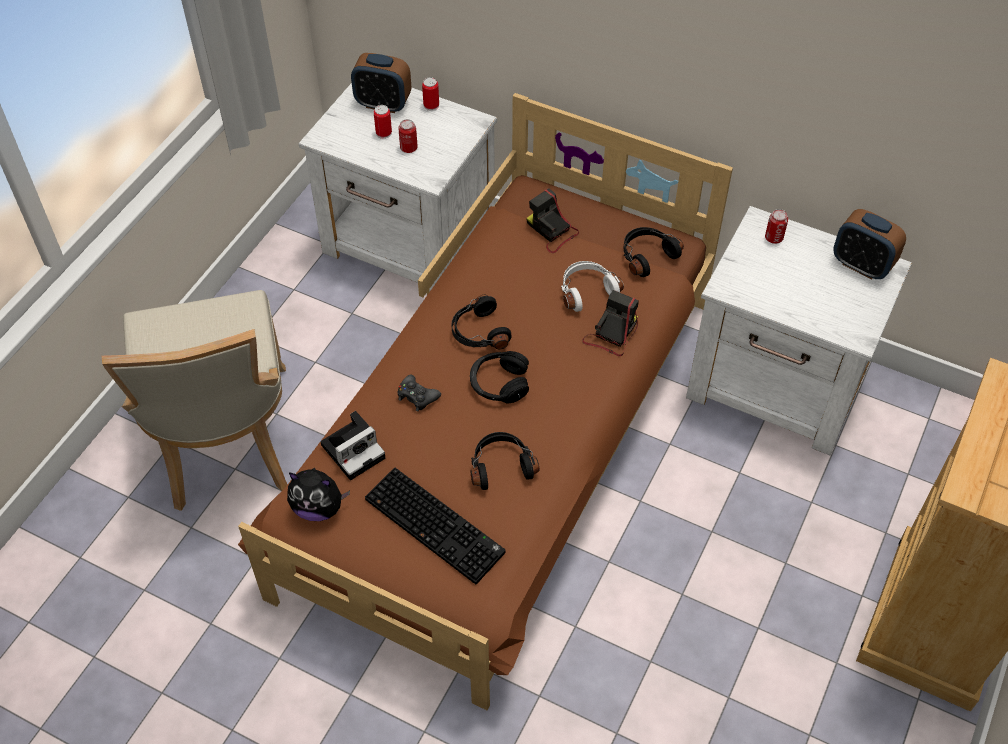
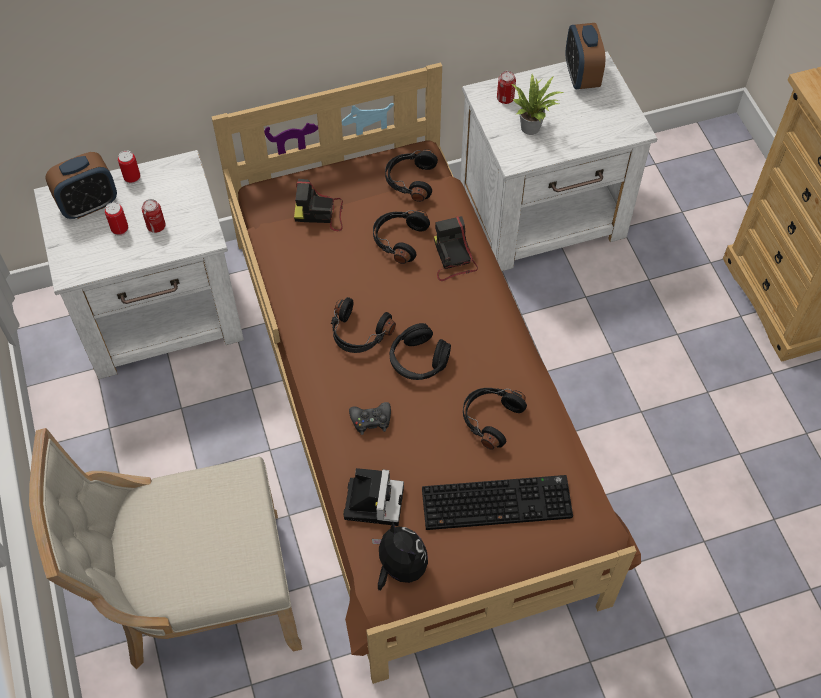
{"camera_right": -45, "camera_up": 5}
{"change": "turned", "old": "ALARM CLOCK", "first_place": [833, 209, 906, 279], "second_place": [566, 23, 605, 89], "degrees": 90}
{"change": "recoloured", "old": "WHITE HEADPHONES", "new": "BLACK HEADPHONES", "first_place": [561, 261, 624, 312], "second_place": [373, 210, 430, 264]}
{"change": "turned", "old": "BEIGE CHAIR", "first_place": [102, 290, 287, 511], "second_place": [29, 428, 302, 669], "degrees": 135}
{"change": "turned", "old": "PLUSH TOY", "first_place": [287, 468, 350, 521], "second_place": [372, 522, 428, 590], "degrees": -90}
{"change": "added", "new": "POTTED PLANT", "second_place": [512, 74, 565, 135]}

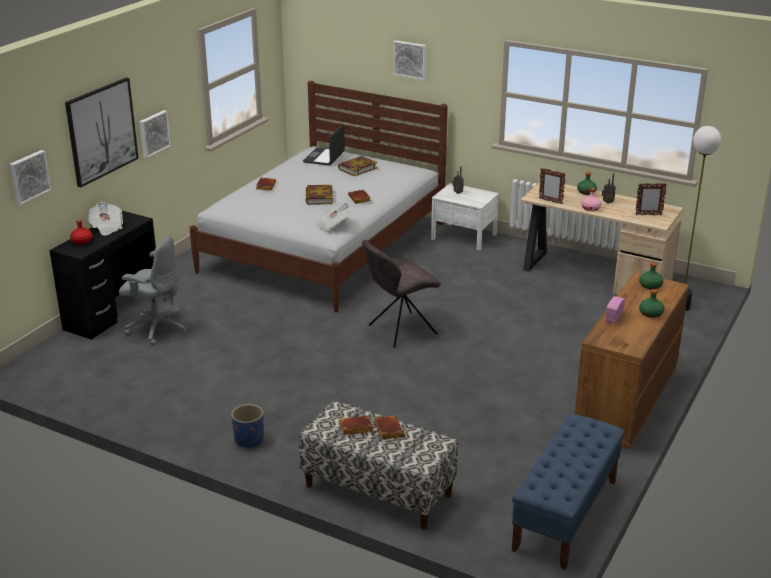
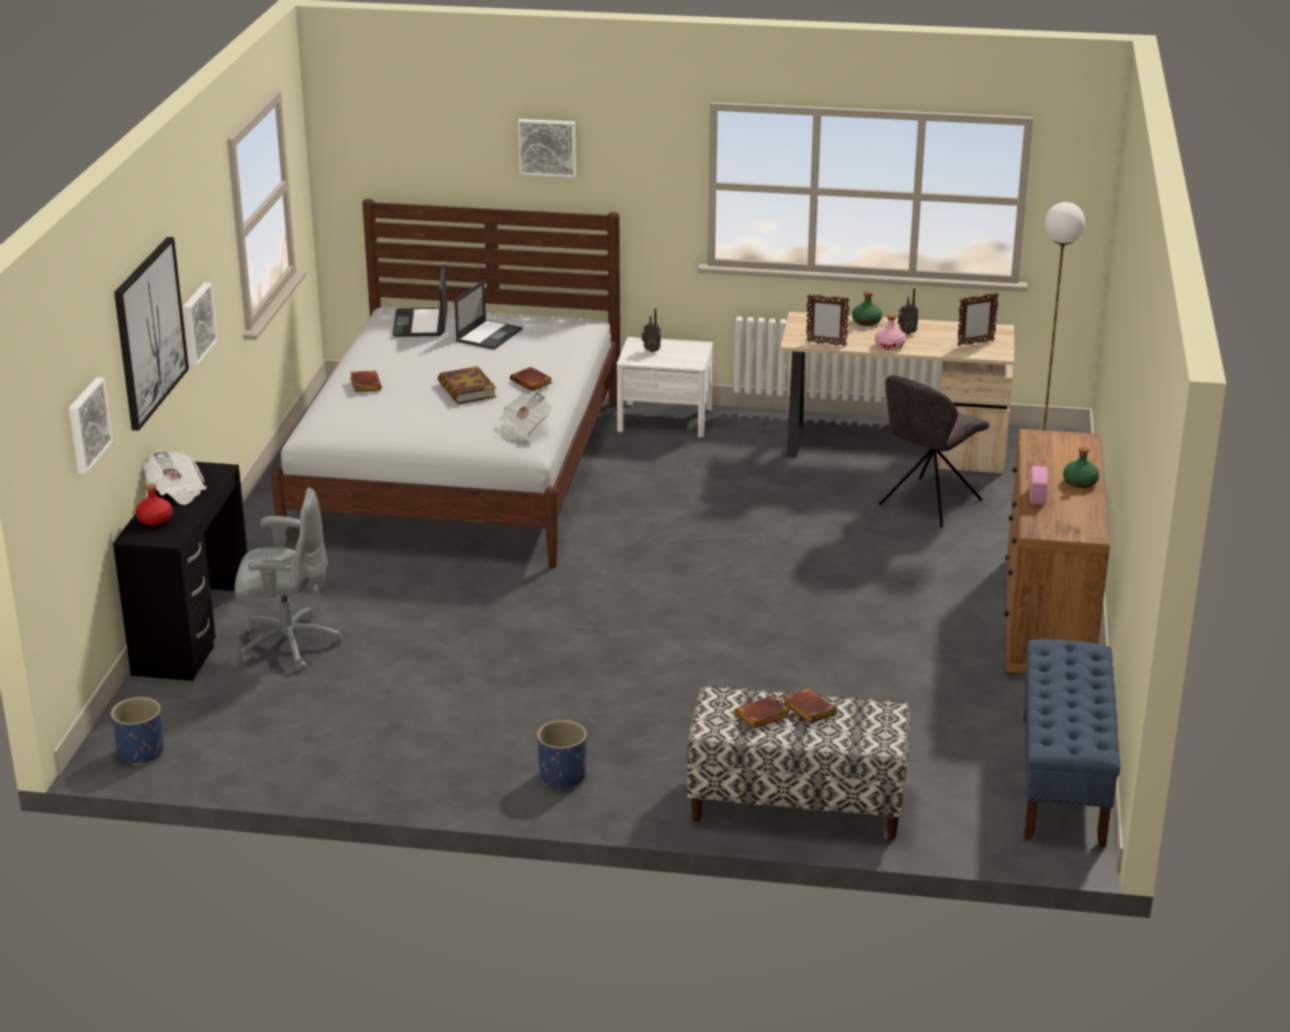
{"camera_right": -20, "camera_up": 0}
{"change": "replaced", "old": "BOOK", "new": "LAPTOP", "first_place": [338, 156, 377, 176], "second_place": [454, 280, 522, 350]}
{"change": "moved", "old": "GREY CHAIR", "first_place": [362, 240, 441, 348], "second_place": [879, 375, 989, 527]}
{"change": "removed", "old": "GREEN BOTTLE", "first_place": [639, 262, 663, 290]}
{"change": "added", "new": "BLUE PLANTER", "second_place": [111, 697, 164, 765]}

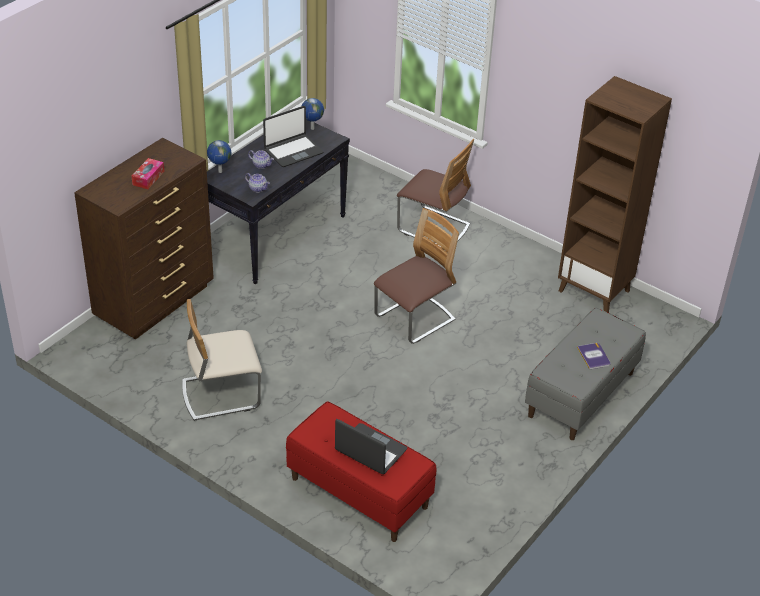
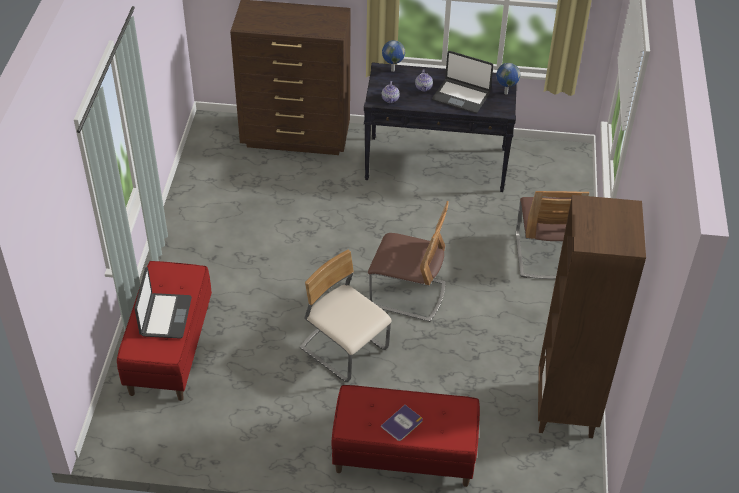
{"camera_right": 60, "camera_up": 5}
{"change": "removed", "old": "TISSUE BOX", "first_place": [132, 158, 165, 189]}
{"change": "moved", "old": "BEIGE CHAIR", "first_place": [182, 299, 262, 421], "second_place": [300, 250, 392, 382]}
{"change": "recoloured", "old": "GREY BENCH", "new": "RED BENCH", "first_place": [525, 308, 646, 440], "second_place": [331, 385, 480, 487]}

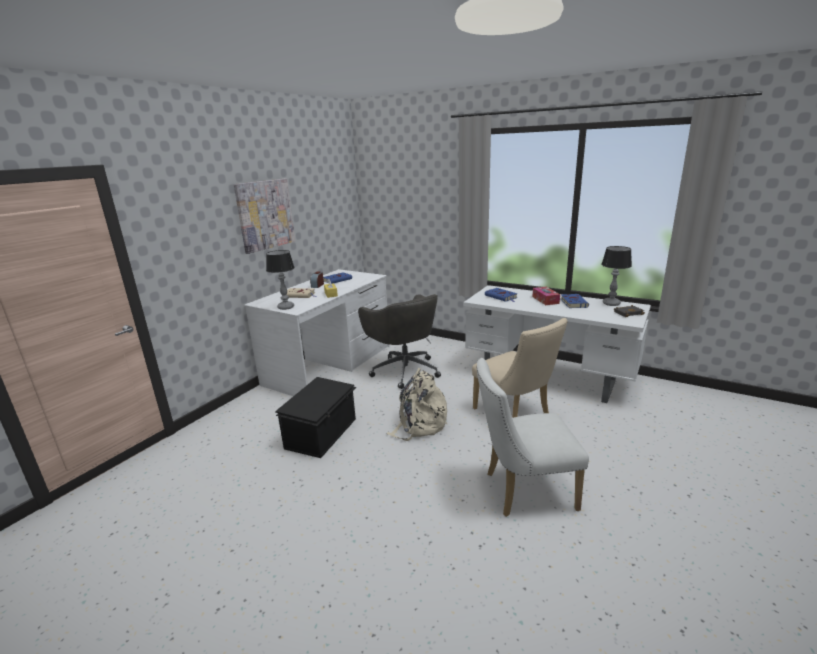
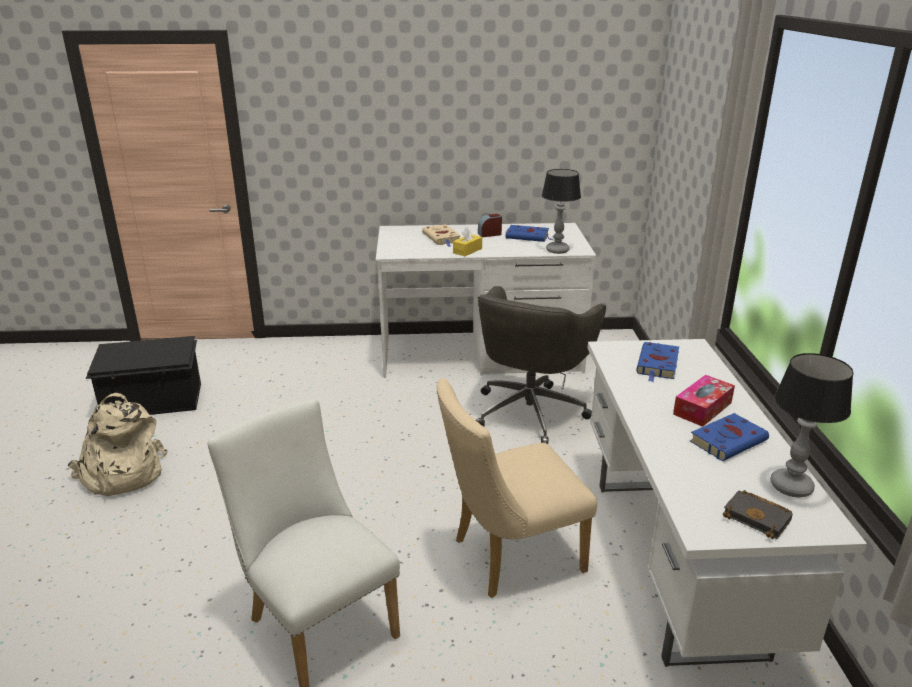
{"camera_right": 55, "camera_up": 5}
{"change": "removed", "old": "PICTURE", "first_place": [234, 179, 295, 254]}
{"change": "moved", "old": "TABLE LAMP", "first_place": [266, 250, 295, 310], "second_place": [542, 169, 581, 254]}
{"change": "turned", "old": "BEIGE CHAIR", "first_place": [472, 318, 568, 418], "second_place": [437, 378, 597, 598], "degrees": 45}
{"change": "moved", "old": "BEIGE BACKPACK", "first_place": [387, 368, 447, 441], "second_place": [68, 393, 167, 496]}
{"change": "moved", "old": "BLACK STORAGE BOX", "first_place": [275, 377, 356, 458], "second_place": [86, 336, 201, 415]}

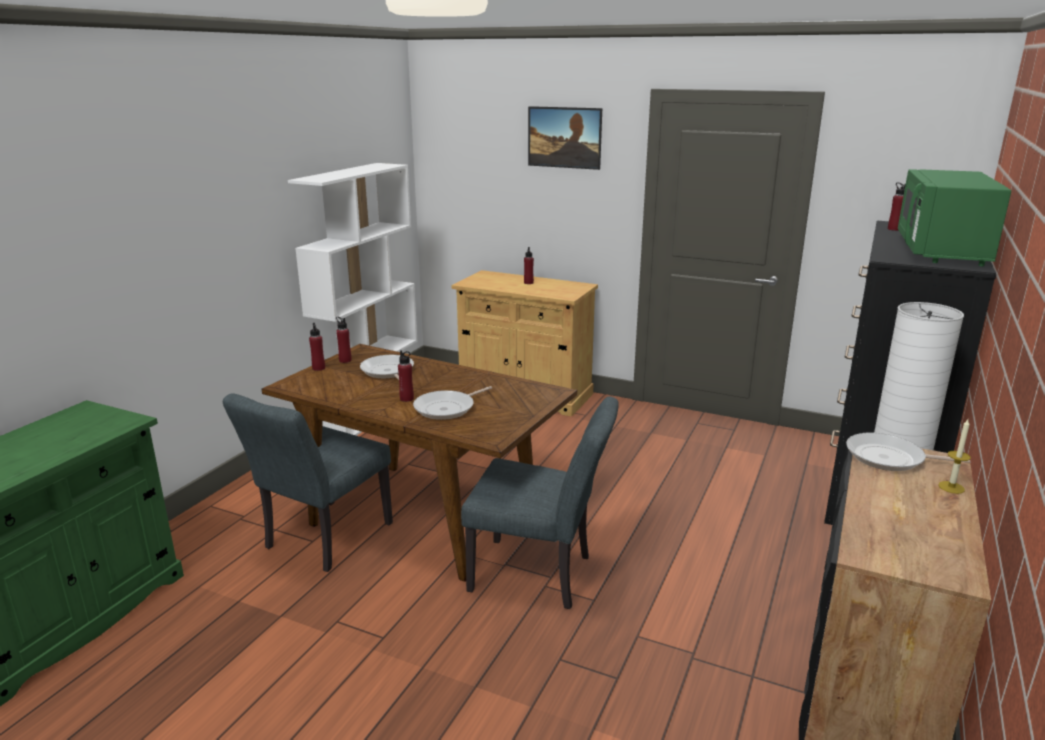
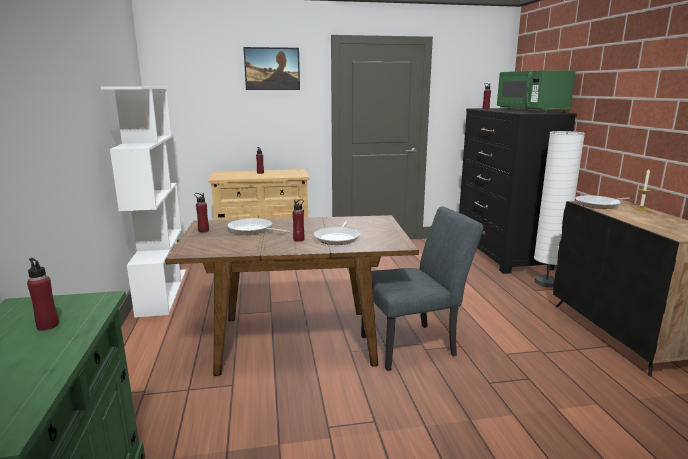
{"camera_right": -35, "camera_up": -5}
{"change": "moved", "old": "RED BOTTLE", "first_place": [309, 323, 325, 371], "second_place": [27, 258, 59, 331]}
{"change": "removed", "old": "GREY CHAIR", "first_place": [223, 393, 393, 572]}

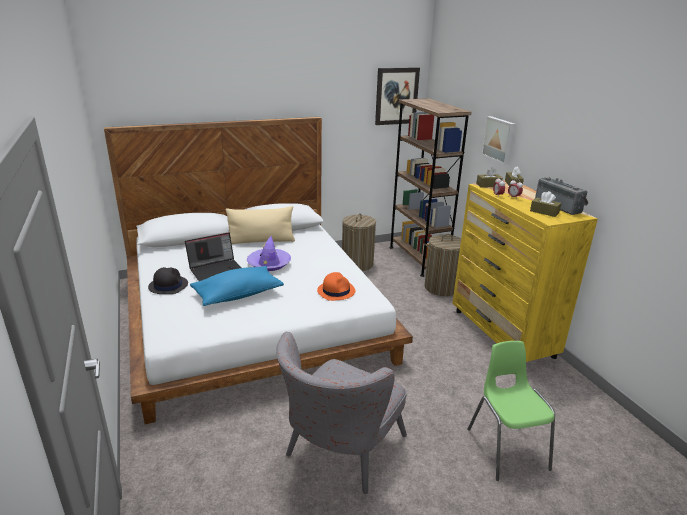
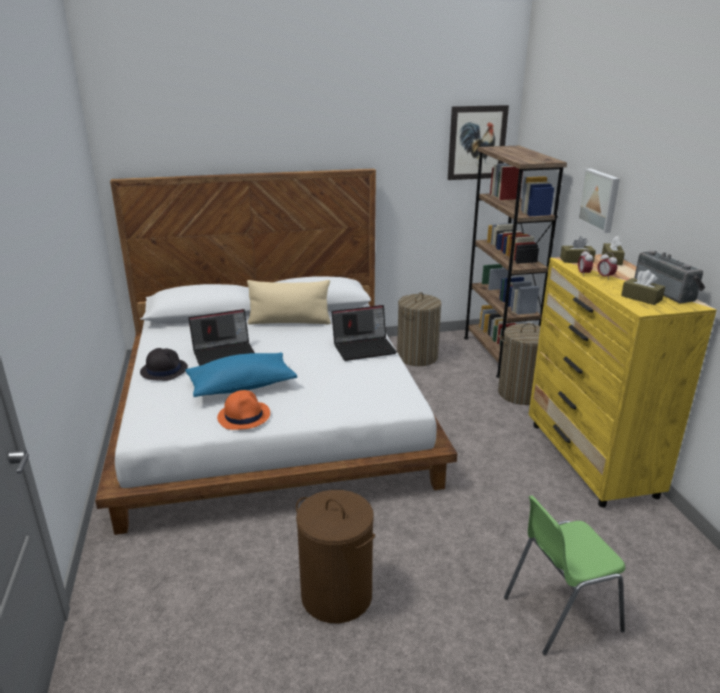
{"camera_right": 10, "camera_up": 0}
{"change": "removed", "old": "PURPLE HAT", "first_place": [247, 236, 291, 271]}
{"change": "moved", "old": "ORANGE HAT", "first_place": [317, 272, 355, 301], "second_place": [217, 390, 270, 430]}
{"change": "replaced", "old": "GREY ARMCHAIR", "new": "BROWN LAUNDRY BASKET", "first_place": [276, 332, 407, 494], "second_place": [296, 490, 375, 623]}
{"change": "turned", "old": "GREEN CHAIR", "first_place": [467, 341, 555, 481], "second_place": [504, 495, 625, 655], "degrees": -105}
{"change": "added", "new": "LAPTOP", "second_place": [331, 305, 397, 361]}

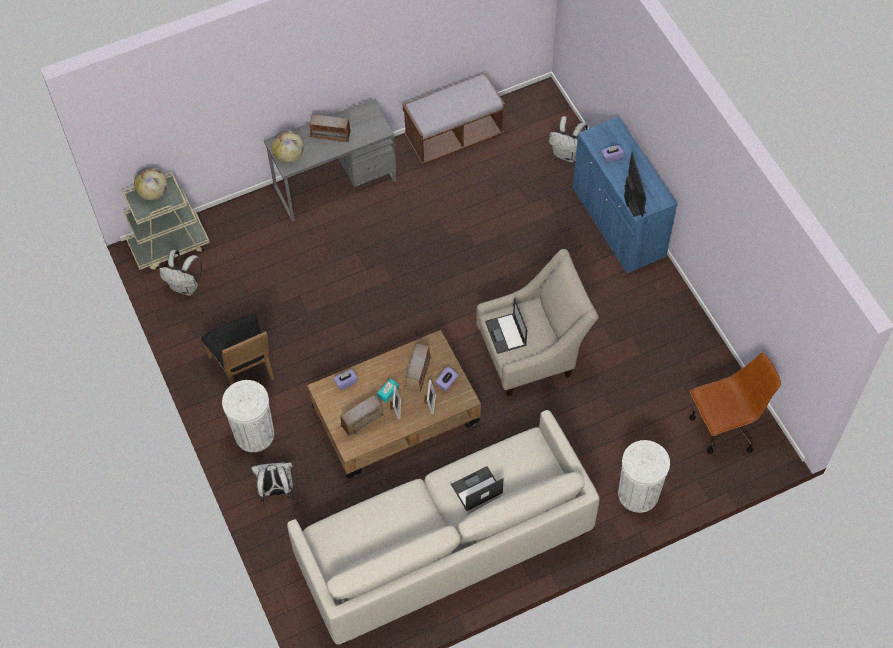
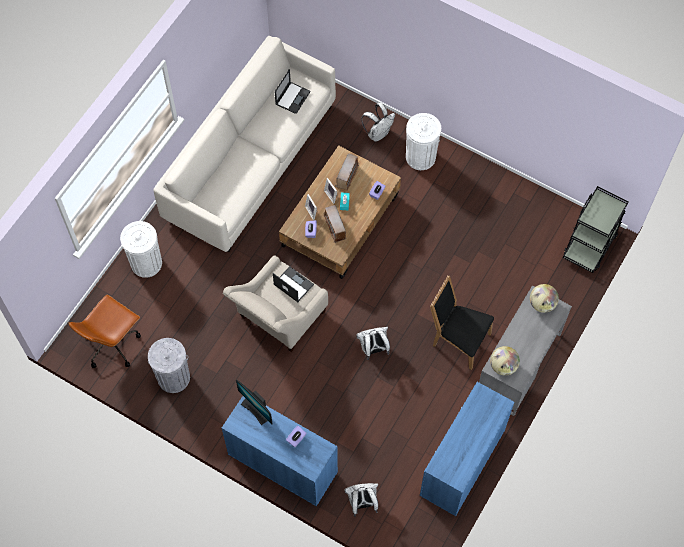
{"camera_right": 145, "camera_up": 5}
{"change": "replaced", "old": "BROWN BENCH", "new": "BLUE CABINET", "first_place": [402, 73, 505, 165], "second_place": [420, 382, 515, 516]}
{"change": "removed", "old": "RADIO", "first_place": [308, 114, 351, 142]}
{"change": "moved", "old": "GLOBE", "first_place": [134, 167, 167, 200], "second_place": [490, 346, 520, 376]}
{"change": "recoloured", "old": "BEIGE CART", "new": "BLACK CART", "first_place": [122, 172, 210, 270], "second_place": [563, 186, 628, 273]}
{"change": "moved", "old": "WHITE BACKPACK", "first_place": [159, 250, 202, 295], "second_place": [357, 327, 390, 360]}
{"change": "moved", "old": "BLACK CHAIR", "first_place": [201, 314, 274, 386], "second_place": [430, 276, 494, 370]}
{"change": "moved", "old": "LAPTOP", "first_place": [451, 466, 503, 511], "second_place": [275, 69, 311, 114]}
{"change": "added", "new": "GREY TRASH CAN", "second_place": [148, 338, 190, 393]}

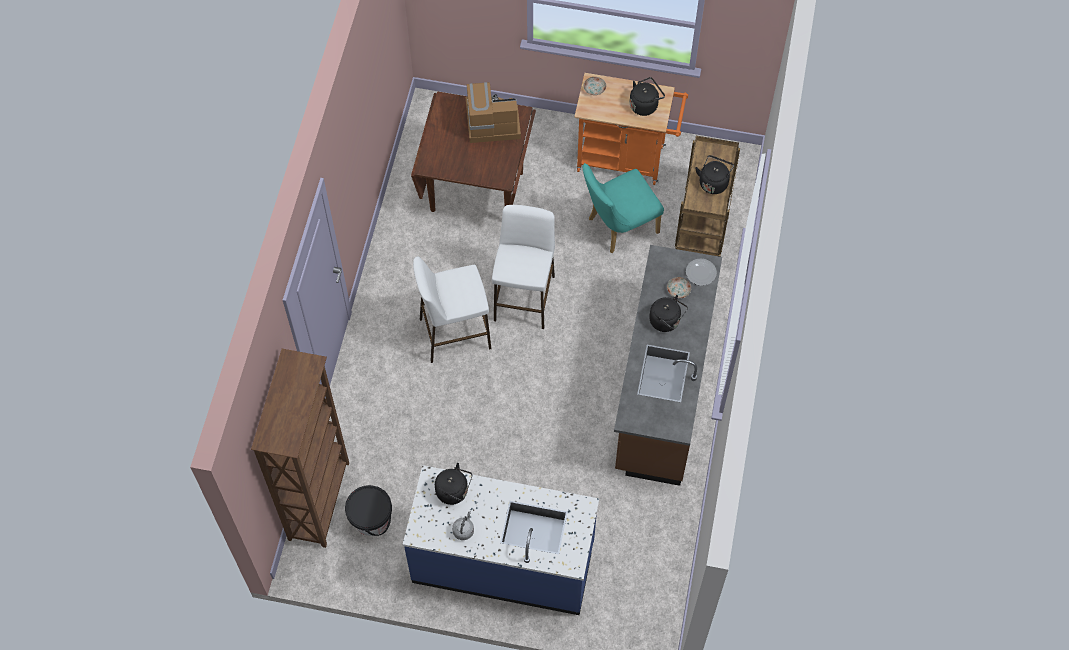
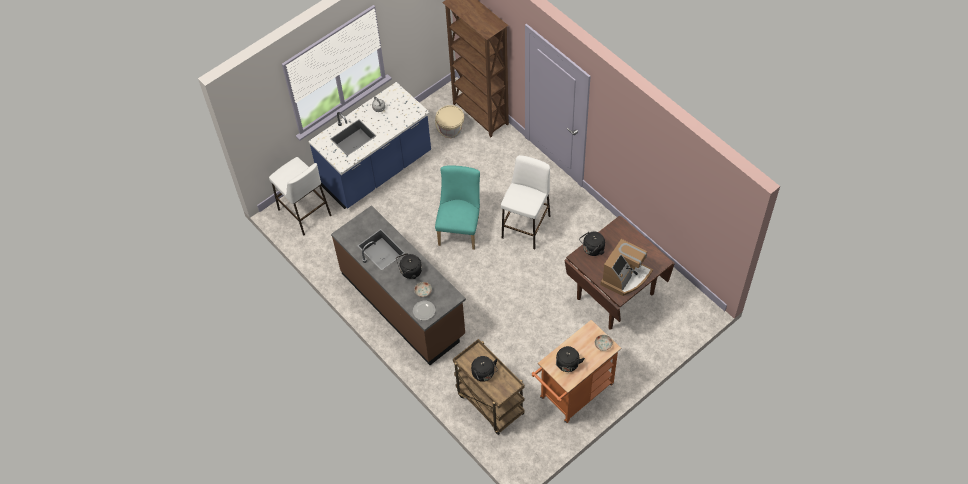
{"camera_right": 130, "camera_up": -5}
{"change": "moved", "old": "TURQUOISE CHAIR", "first_place": [583, 163, 664, 253], "second_place": [435, 165, 480, 250]}
{"change": "moved", "old": "WHITE STOOL", "first_place": [492, 205, 555, 329], "second_place": [269, 157, 332, 236]}
{"change": "moved", "old": "BLACK KETTLE", "first_place": [435, 463, 472, 505], "second_place": [579, 232, 605, 256]}
{"change": "recoloured", "old": "BLACK BUCKET", "new": "BEIGE BUCKET", "first_place": [345, 485, 392, 536], "second_place": [435, 105, 464, 138]}

